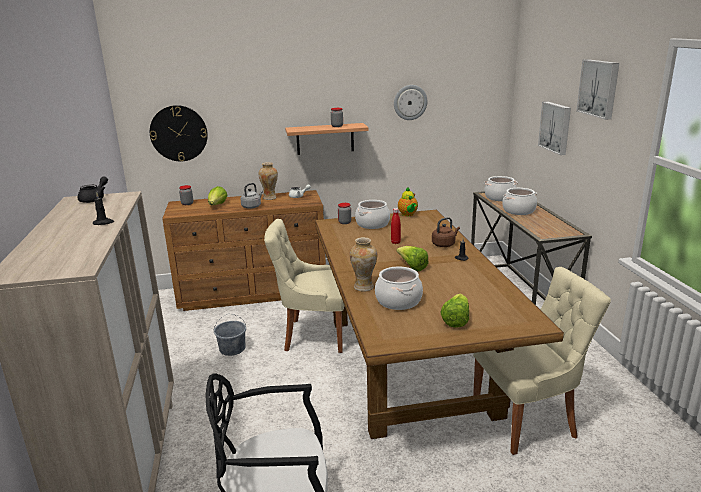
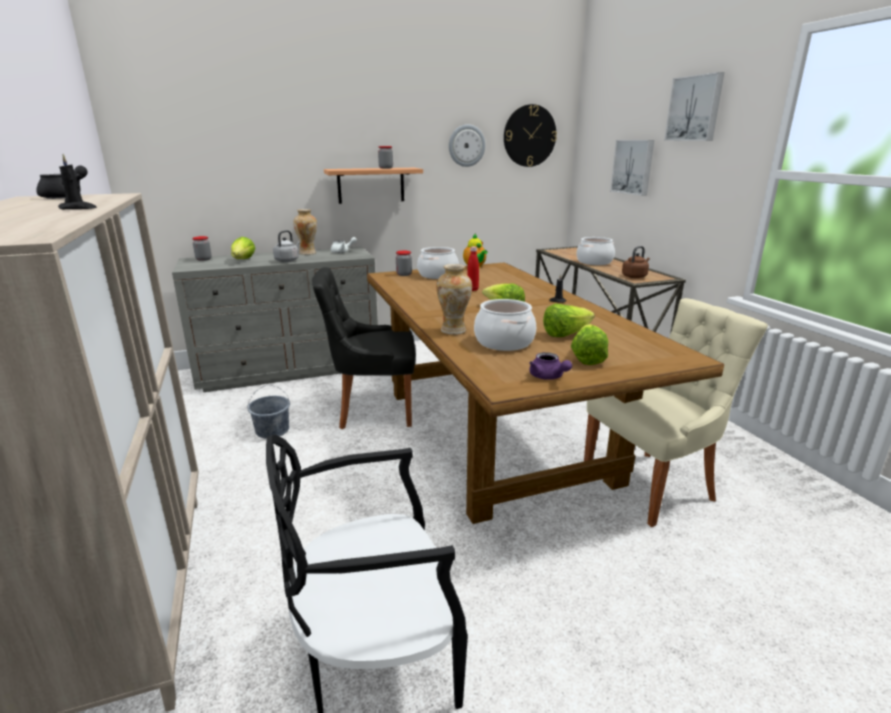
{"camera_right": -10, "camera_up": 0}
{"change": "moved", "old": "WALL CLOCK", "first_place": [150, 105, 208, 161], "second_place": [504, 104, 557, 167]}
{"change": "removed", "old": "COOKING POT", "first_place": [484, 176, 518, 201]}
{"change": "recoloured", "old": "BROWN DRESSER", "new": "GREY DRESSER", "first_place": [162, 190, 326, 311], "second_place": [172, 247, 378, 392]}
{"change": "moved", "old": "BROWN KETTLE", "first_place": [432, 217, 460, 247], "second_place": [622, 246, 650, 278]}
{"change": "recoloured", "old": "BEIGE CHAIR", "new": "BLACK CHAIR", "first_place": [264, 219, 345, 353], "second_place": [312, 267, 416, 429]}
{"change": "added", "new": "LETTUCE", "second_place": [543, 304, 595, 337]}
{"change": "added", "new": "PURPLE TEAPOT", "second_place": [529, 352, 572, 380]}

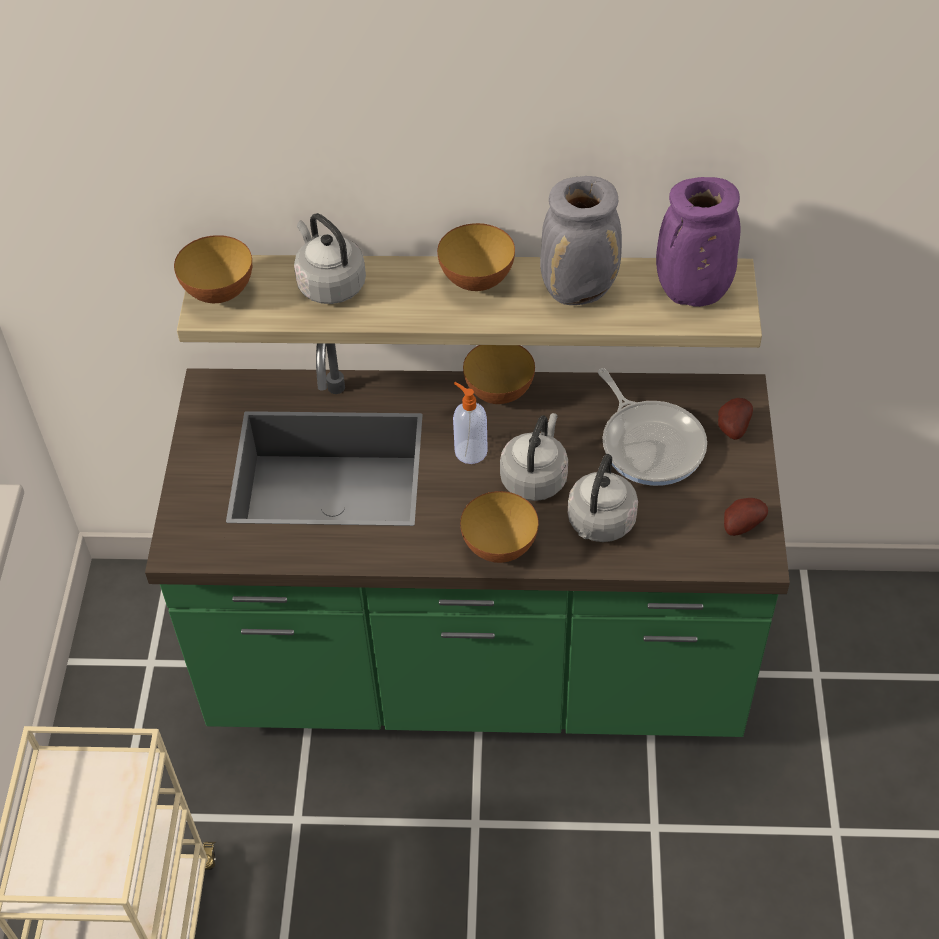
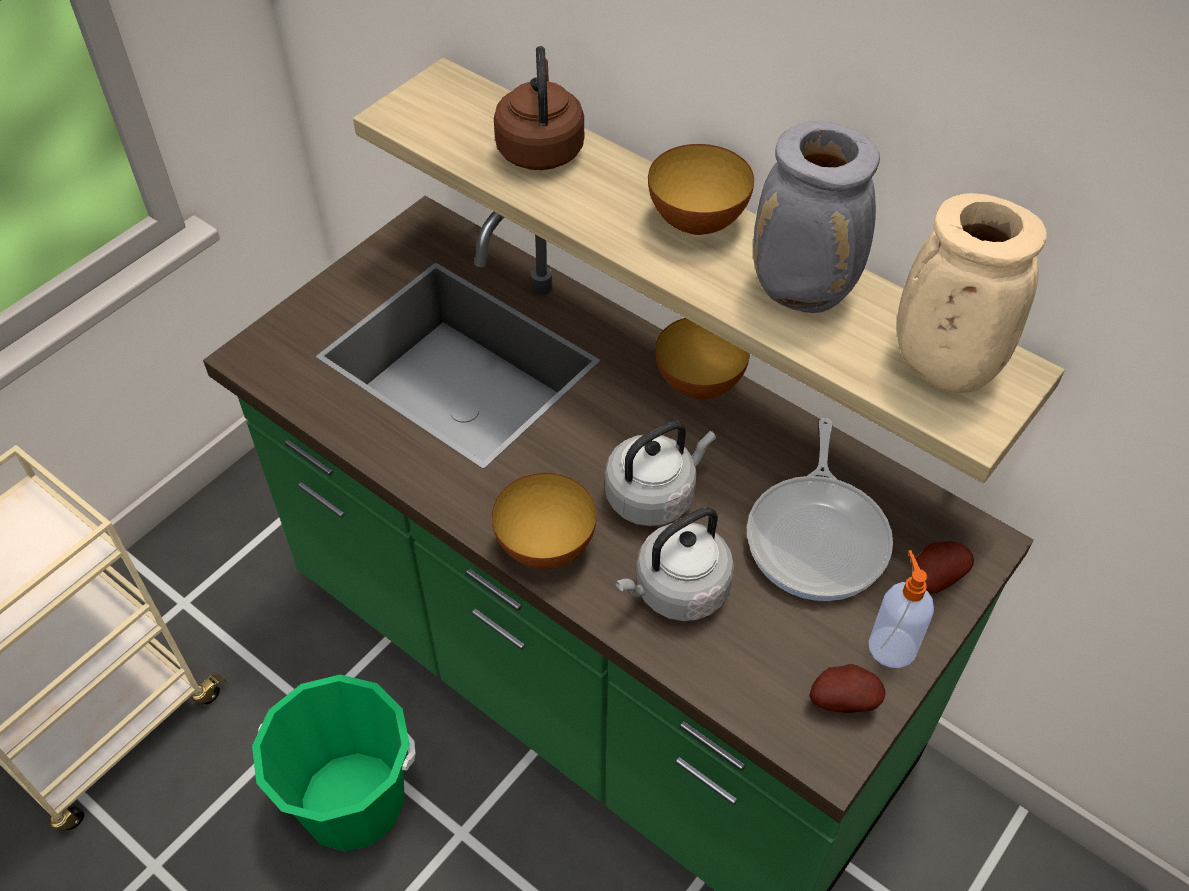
{"camera_right": 35, "camera_up": 0}
{"change": "recoloured", "old": "PURPLE VASE", "new": "BEIGE VASE", "first_place": [656, 177, 740, 307], "second_place": [897, 193, 1047, 393]}
{"change": "recoloured", "old": "GREY KETTLE", "new": "BROWN KETTLE", "first_place": [294, 213, 366, 304], "second_place": [494, 46, 584, 170]}
{"change": "removed", "old": "BOWL", "first_place": [174, 235, 252, 303]}
{"change": "moved", "old": "SOAP DISPENSER", "first_place": [453, 382, 488, 464], "second_place": [868, 550, 934, 668]}
{"change": "added", "new": "GREEN BUCKET", "second_place": [252, 675, 416, 852]}

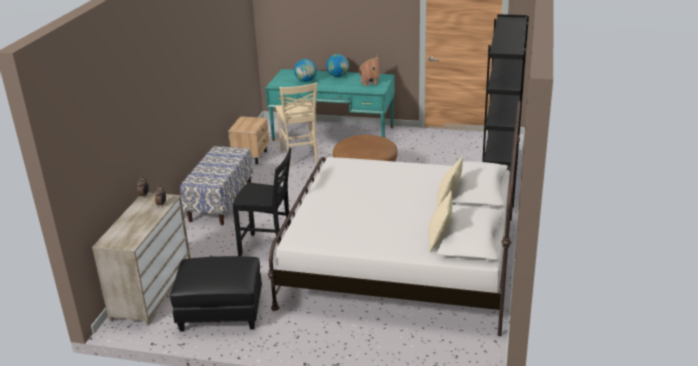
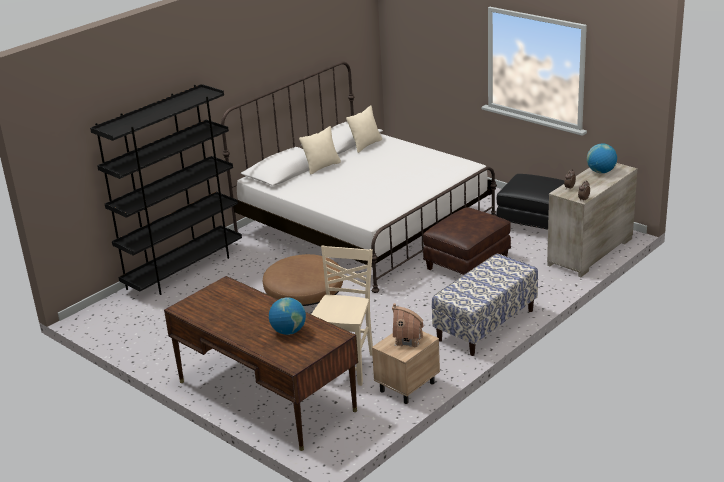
{"camera_right": -150, "camera_up": 0}
{"change": "moved", "old": "GLOBE", "first_place": [326, 54, 349, 77], "second_place": [587, 144, 617, 173]}
{"change": "moved", "old": "TOY HOUSE", "first_place": [359, 56, 380, 86], "second_place": [392, 303, 424, 347]}
{"change": "recoloured", "old": "TURQUOISE DESK", "new": "BROWN DESK", "first_place": [265, 69, 395, 141], "second_place": [164, 276, 358, 451]}
{"change": "replaced", "old": "BLACK CHAIR", "new": "BROWN OTTOMAN", "first_place": [232, 148, 291, 256], "second_place": [423, 207, 511, 275]}

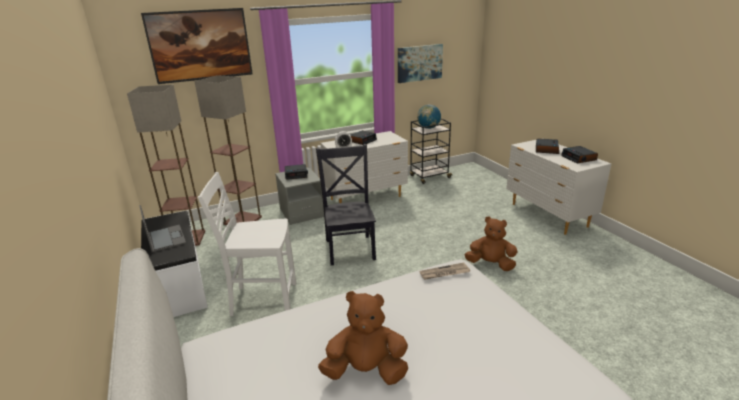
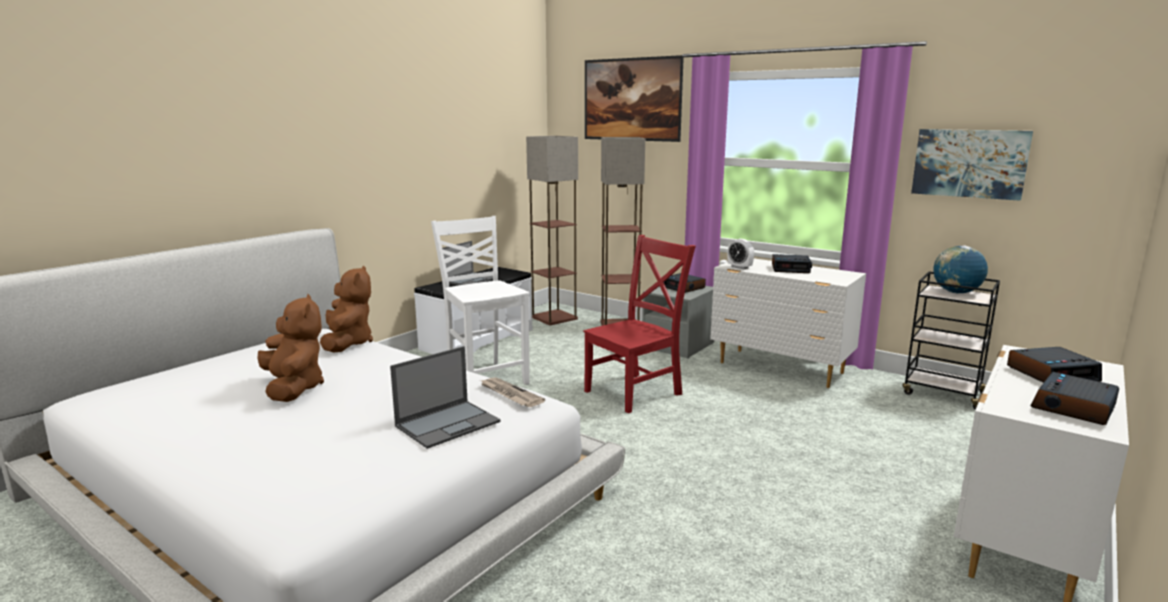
{"camera_right": 60, "camera_up": -10}
{"change": "recoloured", "old": "BLACK CHAIR", "new": "RED CHAIR", "first_place": [316, 144, 376, 265], "second_place": [583, 235, 696, 413]}
{"change": "moved", "old": "BROWN PLUSH TOY", "first_place": [465, 216, 518, 271], "second_place": [320, 265, 373, 352]}
{"change": "added", "new": "LAPTOP", "second_place": [390, 346, 500, 449]}

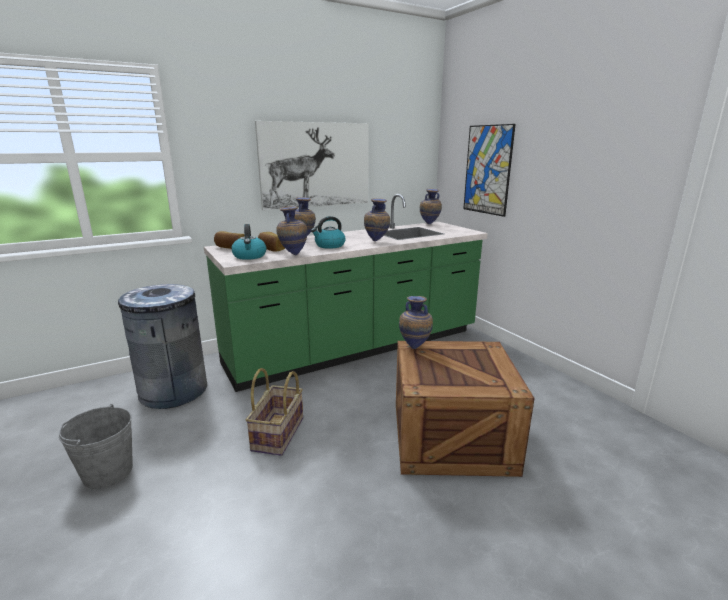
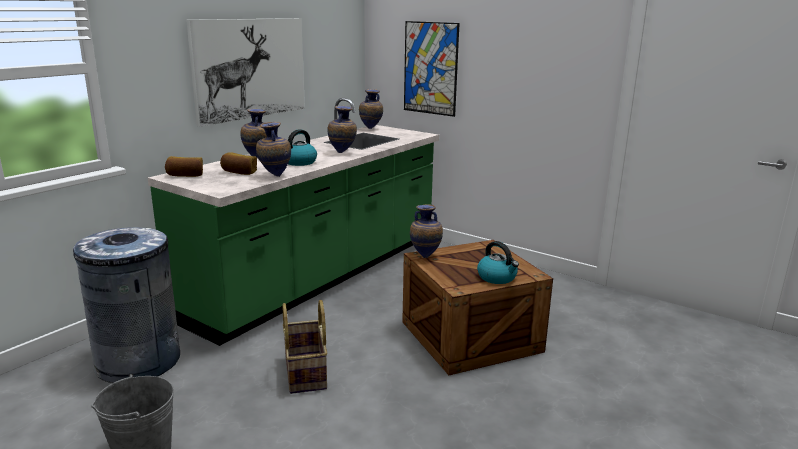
{"camera_right": -25, "camera_up": 0}
{"change": "moved", "old": "KETTLE", "first_place": [231, 224, 266, 260], "second_place": [477, 241, 519, 284]}

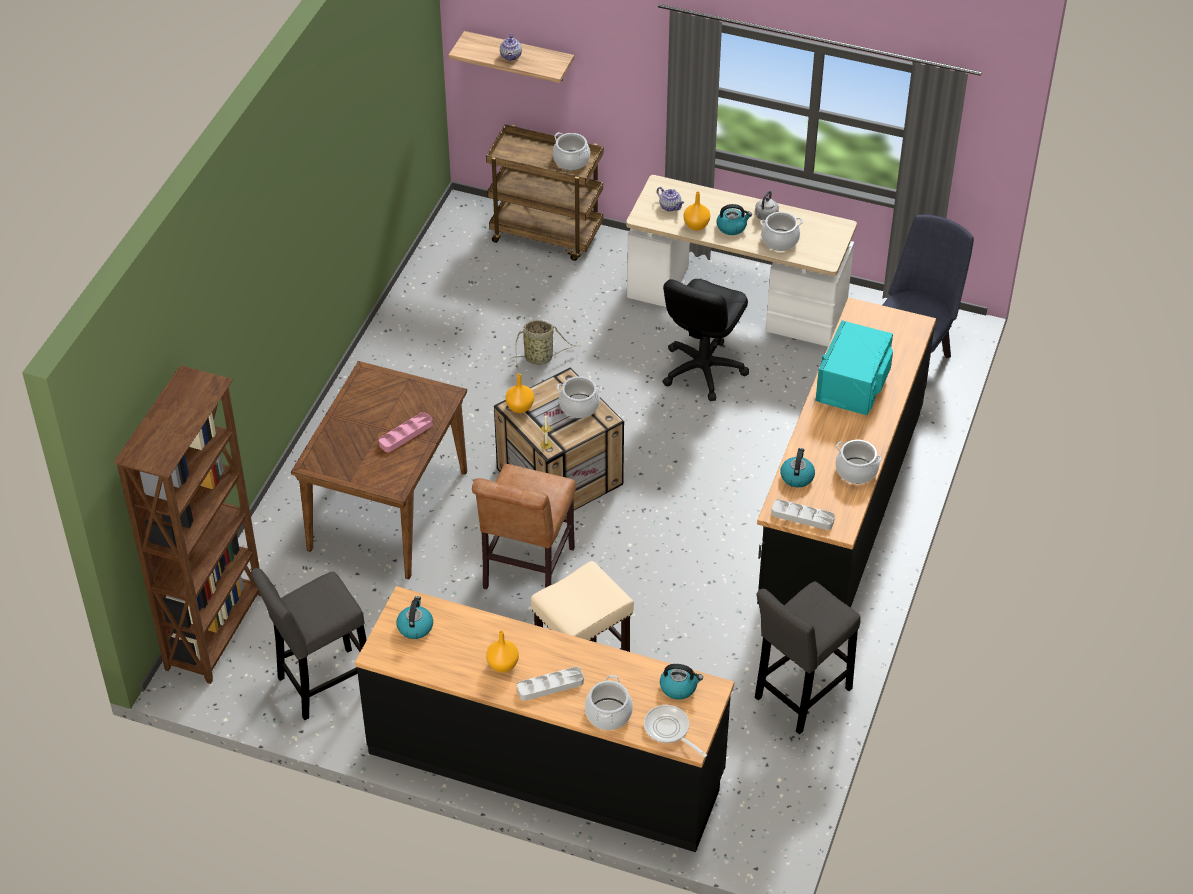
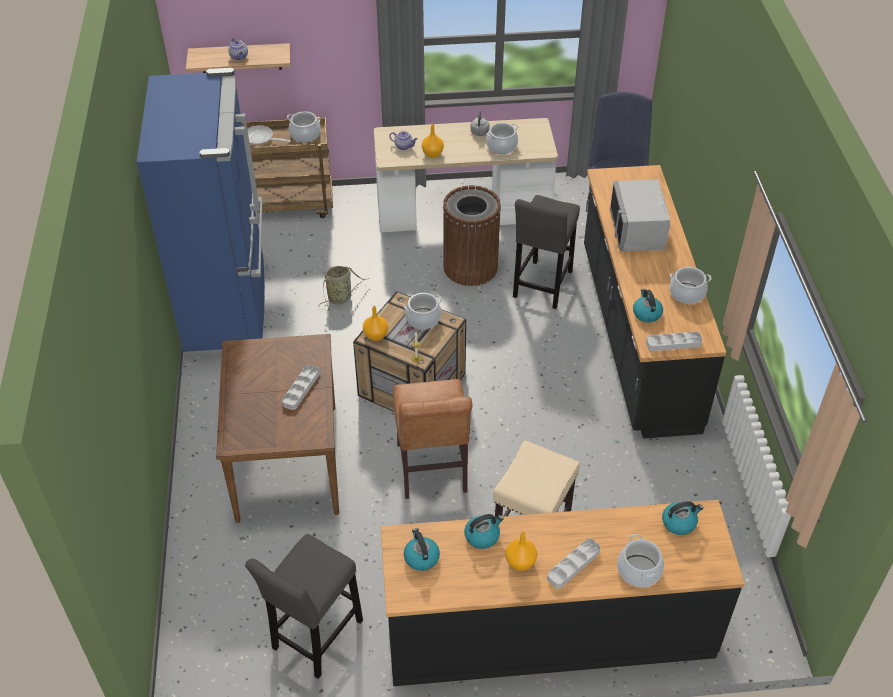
{"camera_right": -25, "camera_up": 0}
{"change": "moved", "old": "KETTLE", "first_place": [716, 204, 752, 235], "second_place": [464, 514, 504, 549]}
{"change": "replaced", "old": "BLACK OFFICE CHAIR", "new": "BROWN TRASH CAN", "first_place": [662, 279, 749, 401], "second_place": [443, 185, 501, 286]}
{"change": "recoloured", "old": "TURQUOISE MICROWAVE", "new": "GREY MICROWAVE", "first_place": [816, 320, 893, 415], "second_place": [610, 179, 670, 251]}
{"change": "removed", "old": "BROWN BOOKCASE", "first_place": [114, 365, 261, 684]}
{"change": "recoloured", "old": "PINK TRAY", "new": "GREY TRAY", "first_place": [379, 412, 433, 452], "second_place": [282, 364, 320, 410]}
{"change": "moved", "old": "GREY STOOL", "first_place": [755, 581, 861, 734], "second_place": [513, 195, 580, 309]}
{"change": "moved", "old": "FRYING PAN", "first_place": [644, 705, 707, 758], "second_place": [247, 125, 291, 145]}
{"change": "added", "new": "BLUE FRIDGE", "second_place": [137, 68, 268, 357]}

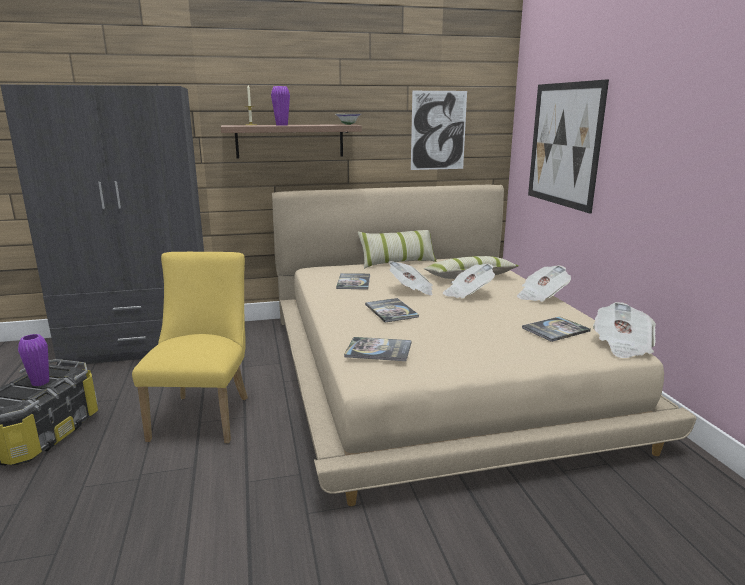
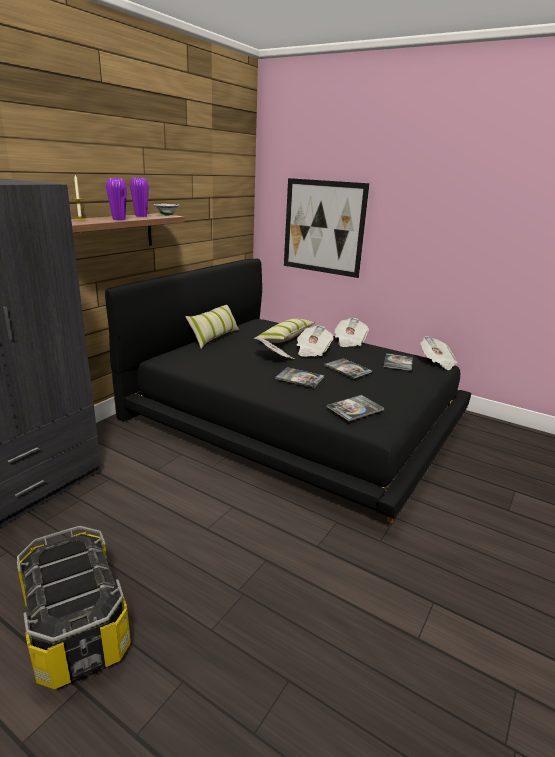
{"camera_right": -45, "camera_up": 5}
{"change": "removed", "old": "PICTURE", "first_place": [411, 91, 467, 170]}
{"change": "recoloured", "old": "BEIGE BED", "new": "BLACK BED", "first_place": [272, 185, 697, 506], "second_place": [105, 259, 471, 523]}
{"change": "removed", "old": "YELLOW CHAIR", "first_place": [132, 252, 248, 444]}
{"change": "moved", "old": "BOOK", "first_place": [336, 273, 370, 289], "second_place": [324, 358, 372, 379]}
{"change": "moved", "old": "PURPLE VASE", "first_place": [18, 334, 49, 386], "second_place": [130, 178, 149, 217]}

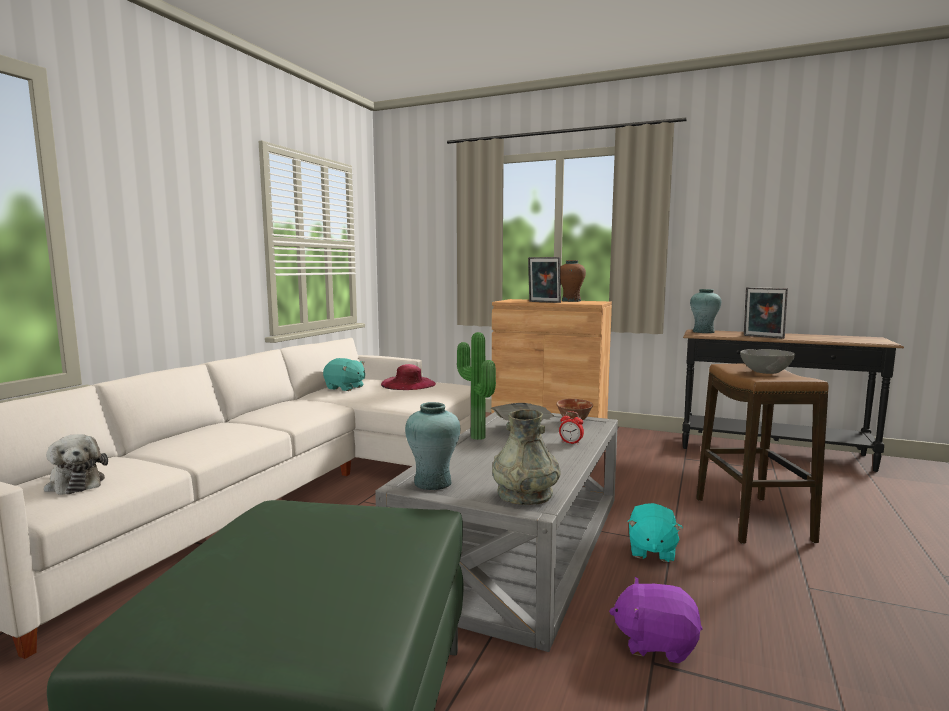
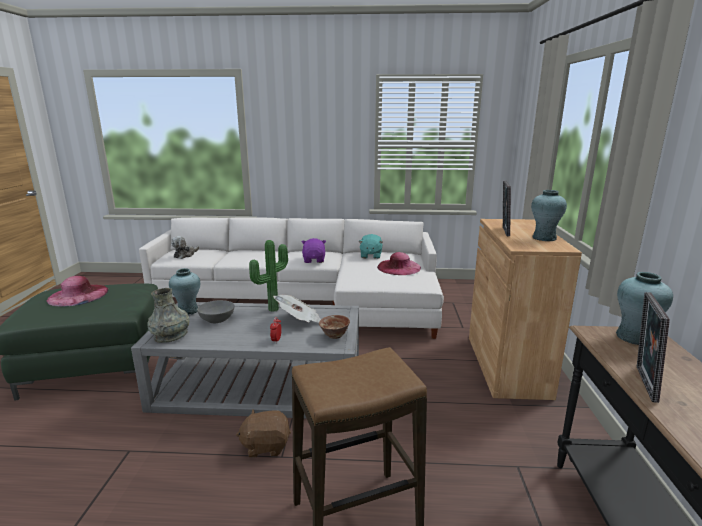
{"camera_right": 70, "camera_up": 10}
{"change": "recoloured", "old": "BROWN VASE", "new": "TURQUOISE VASE", "first_place": [560, 260, 586, 302], "second_place": [531, 190, 567, 241]}
{"change": "moved", "old": "GREY BOWL", "first_place": [740, 349, 795, 374], "second_place": [197, 300, 235, 323]}
{"change": "recoloured", "old": "TURQUOISE PLUSH TOY", "new": "BROWN PLUSH TOY", "first_place": [627, 503, 683, 562], "second_place": [236, 409, 291, 457]}
{"change": "moved", "old": "PURPLE PLUSH TOY", "first_place": [609, 577, 702, 663], "second_place": [301, 238, 326, 263]}
{"change": "added", "new": "PINK HAT", "second_place": [47, 276, 108, 307]}

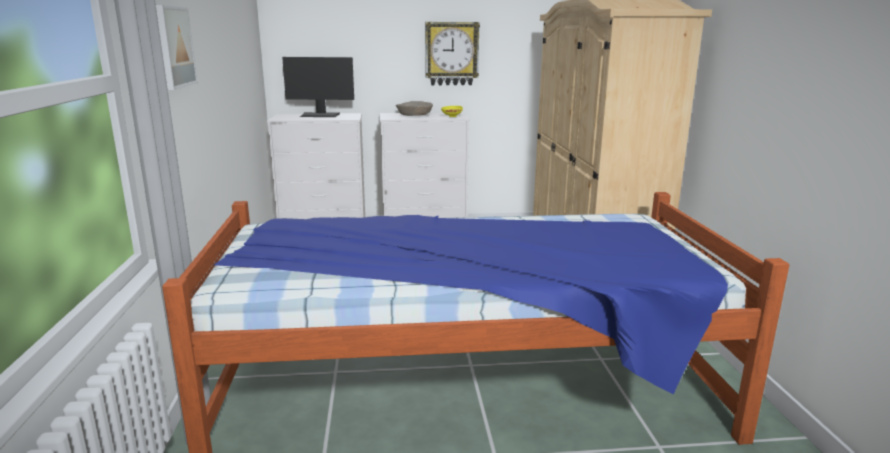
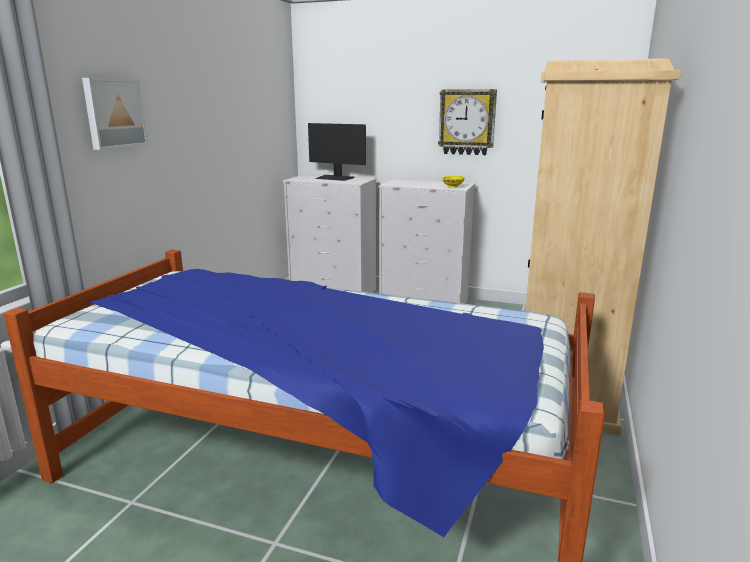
{"camera_right": 25, "camera_up": 0}
{"change": "removed", "old": "BEIGE BOWL", "first_place": [396, 101, 433, 116]}

